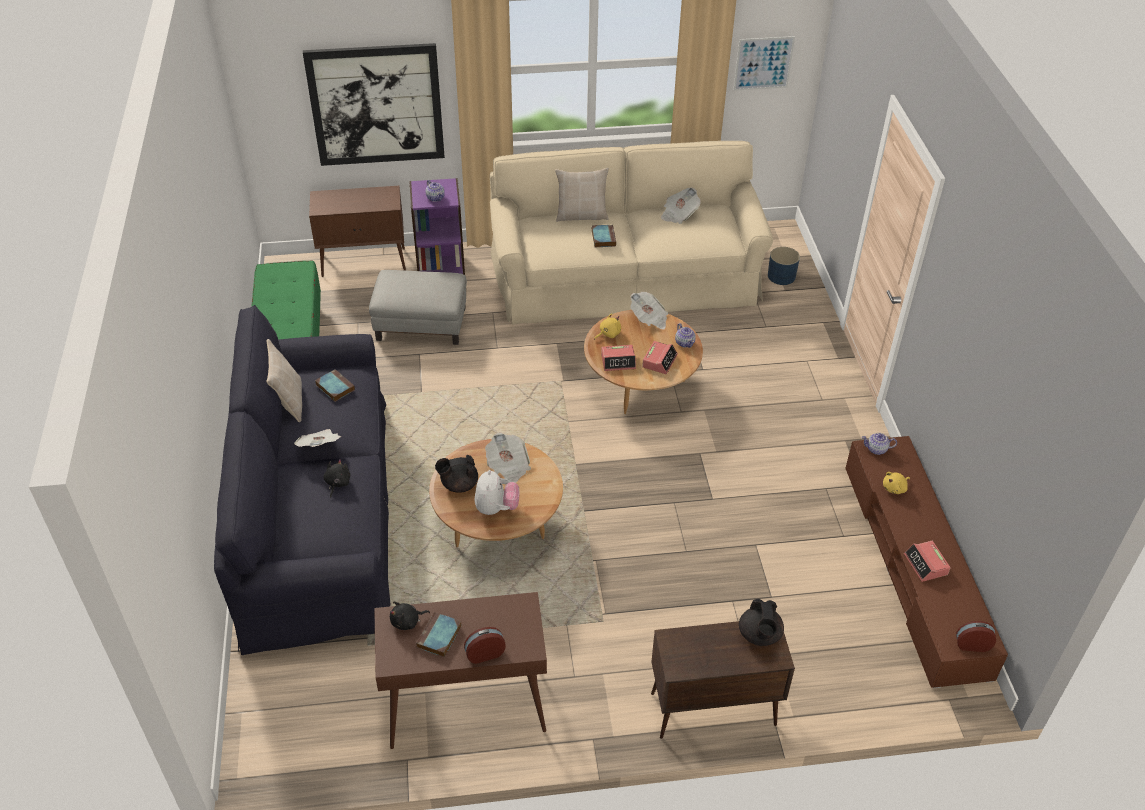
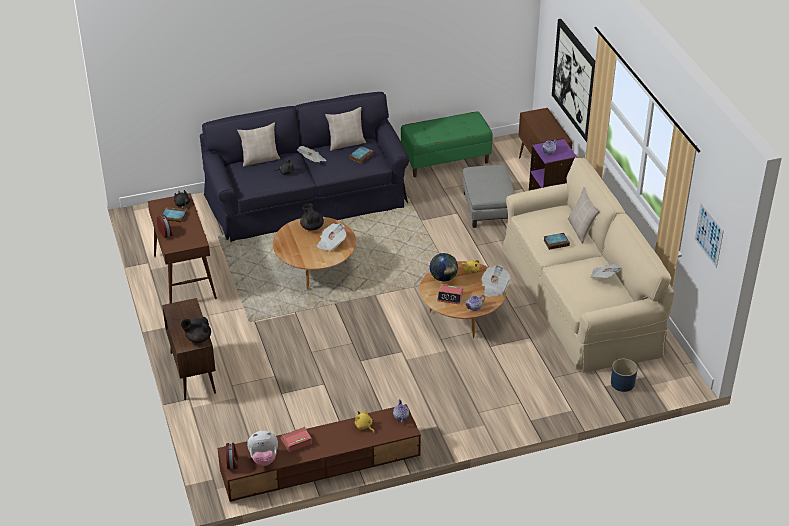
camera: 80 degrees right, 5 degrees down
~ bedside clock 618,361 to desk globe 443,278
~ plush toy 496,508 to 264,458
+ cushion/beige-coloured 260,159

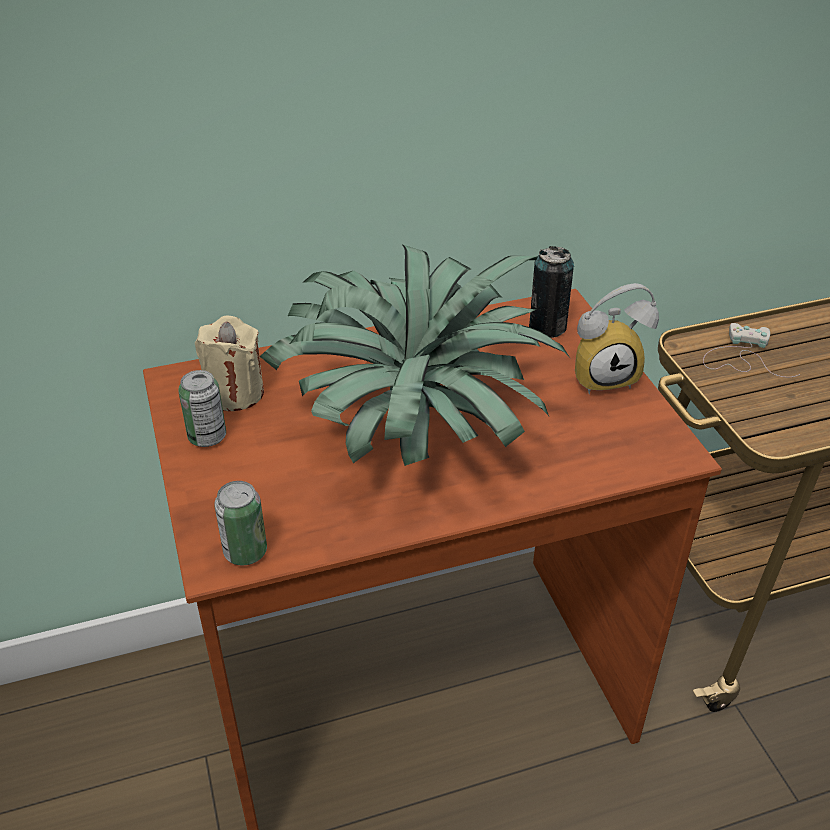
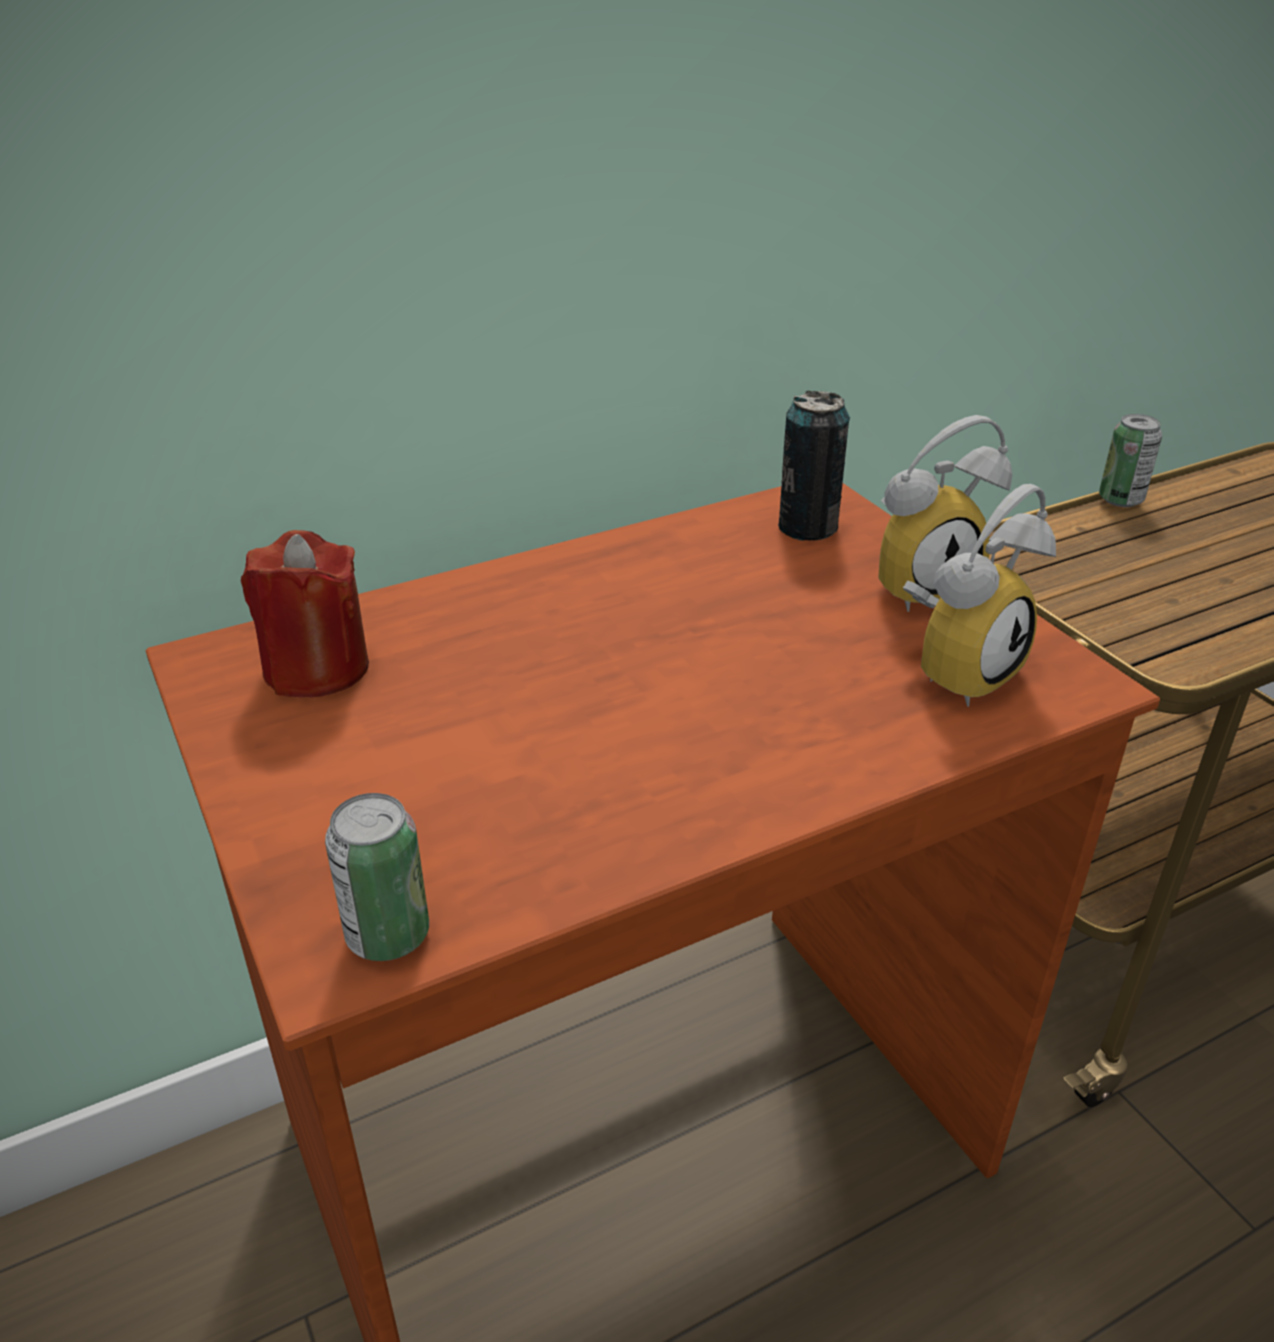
camera: 10 degrees left, 5 degrees down
- potted plant 419,430
~ wax light/beige-coloured 234,393 to wax light/red 317,668
- game controller/white 741,356
~ sealed can 207,437 to 1120,499
+ bedside clock 958,669

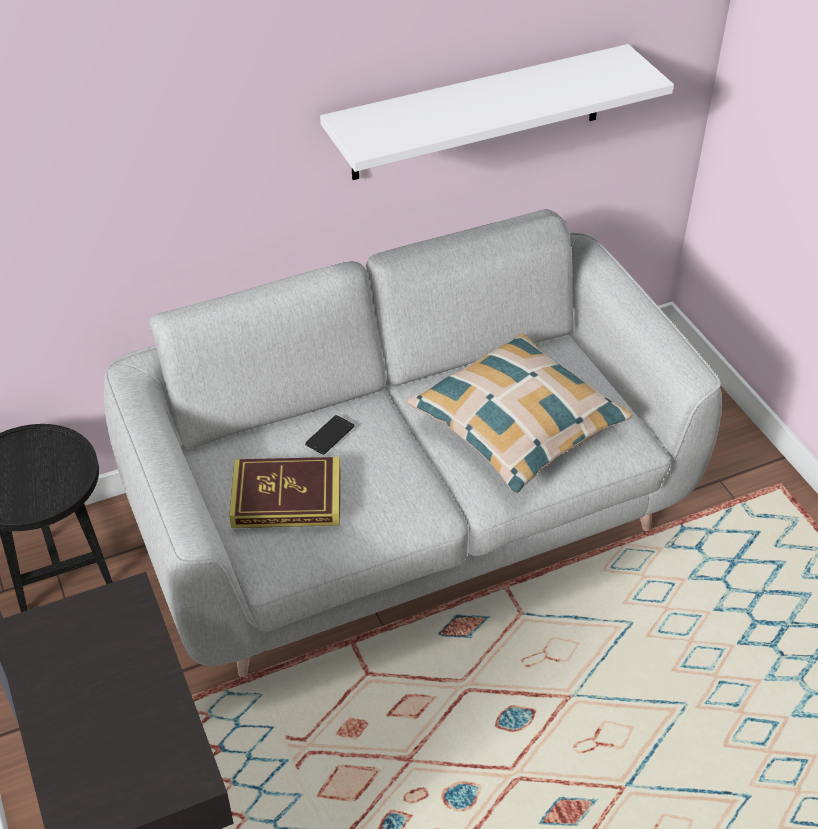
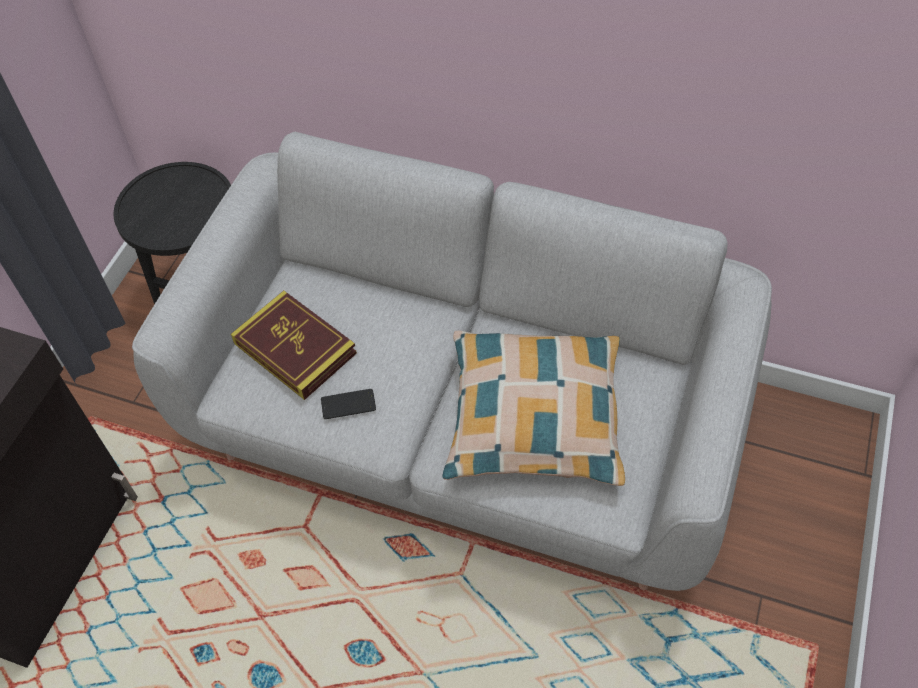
camera: 45 degrees right, 10 degrees up
- bracket shelf/white 478,113
~ telephone 330,435 to 348,404

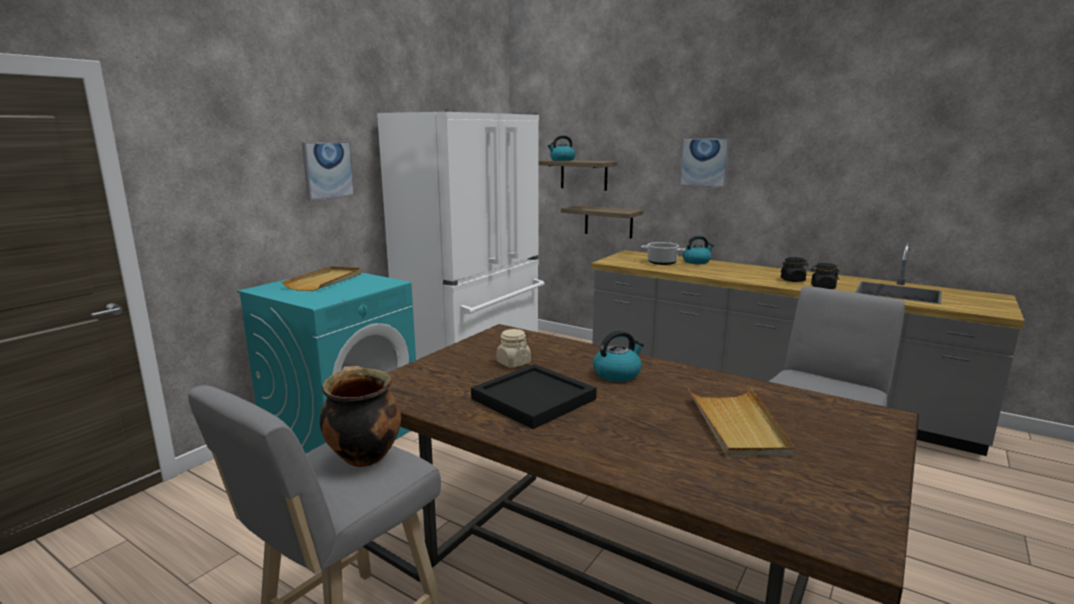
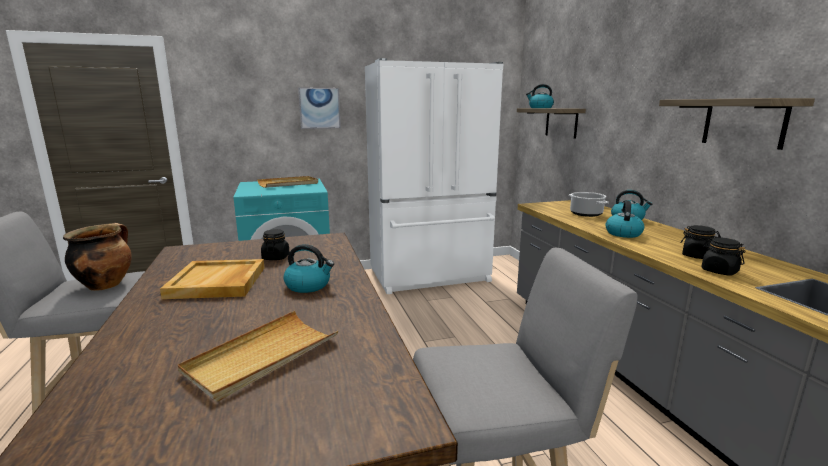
camera: 40 degrees right, 0 degrees up
- picture 704,162
~ bracket shelf 608,221 to 743,122
~ preserve jar/beige-coloured 513,363 to preserve jar/blackish 276,257
~ carrying tray/blackish 535,399 to carrying tray/beige-coloured 218,282
+ tea kettle 623,233

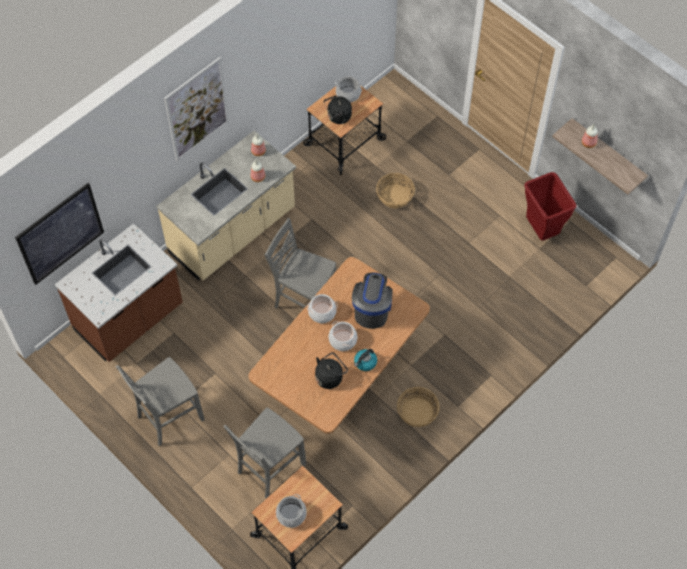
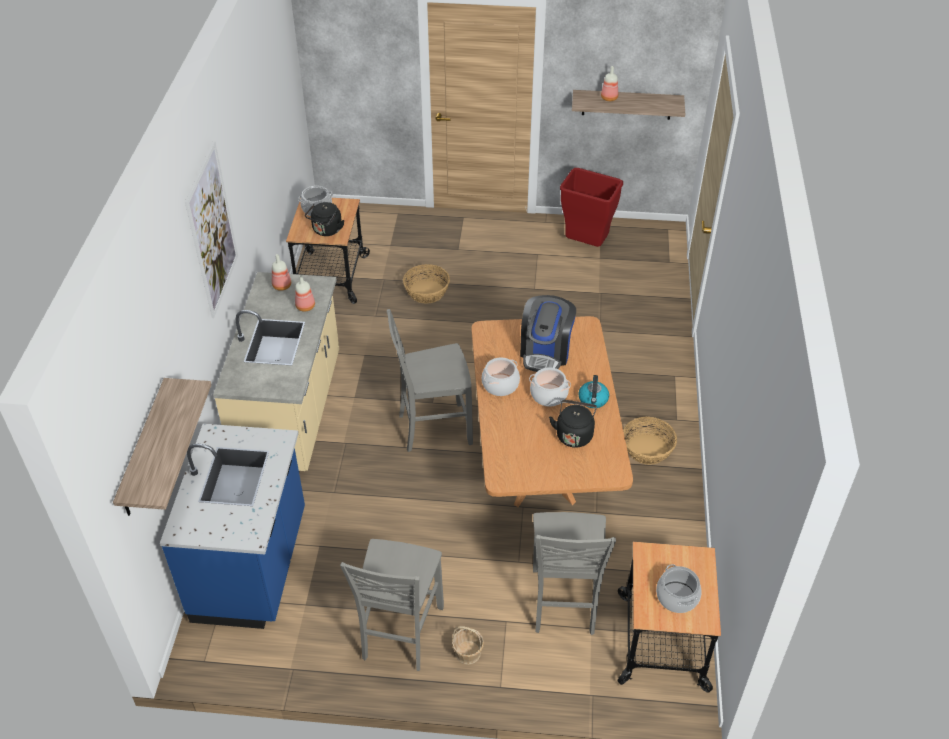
camera: 40 degrees left, 15 degrees down
~ picture 60,233 to bracket shelf 144,450
~ kitchen counter/brownish 129,319 to kitchen counter/bluish 252,566
~ coffee brewer 372,309 = 545,352 135 degrees counterclockwise
+ basket 468,653

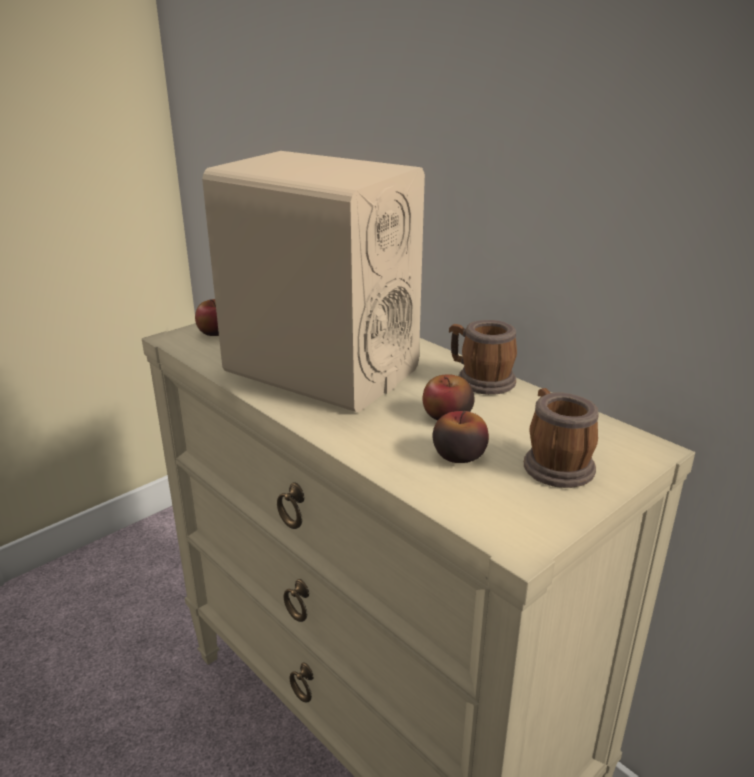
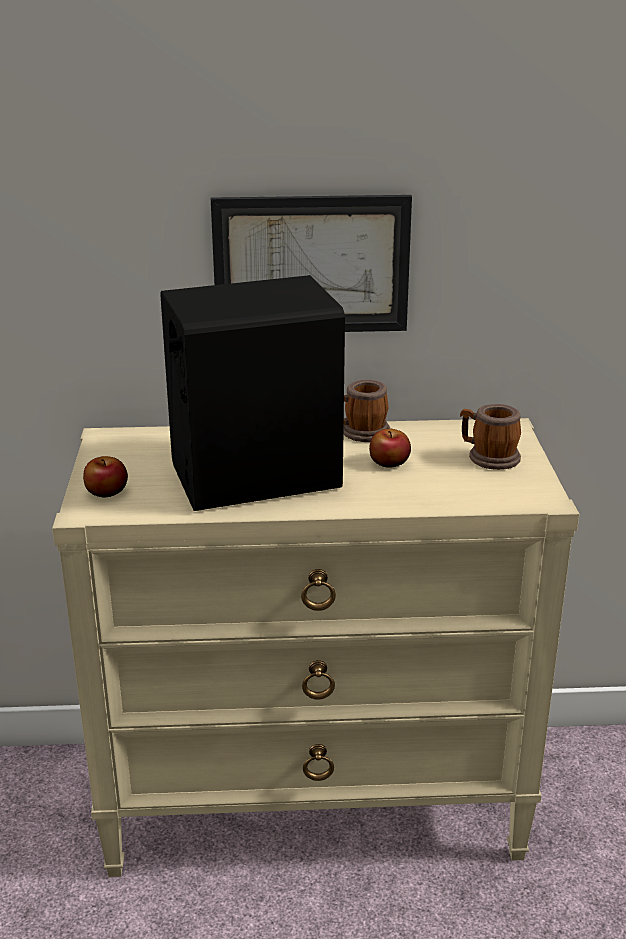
camera: 50 degrees left, 0 degrees up
~ speaker/beige-coloured 320,370 to speaker/blackish 254,477
- apple 459,455
+ picture 311,265

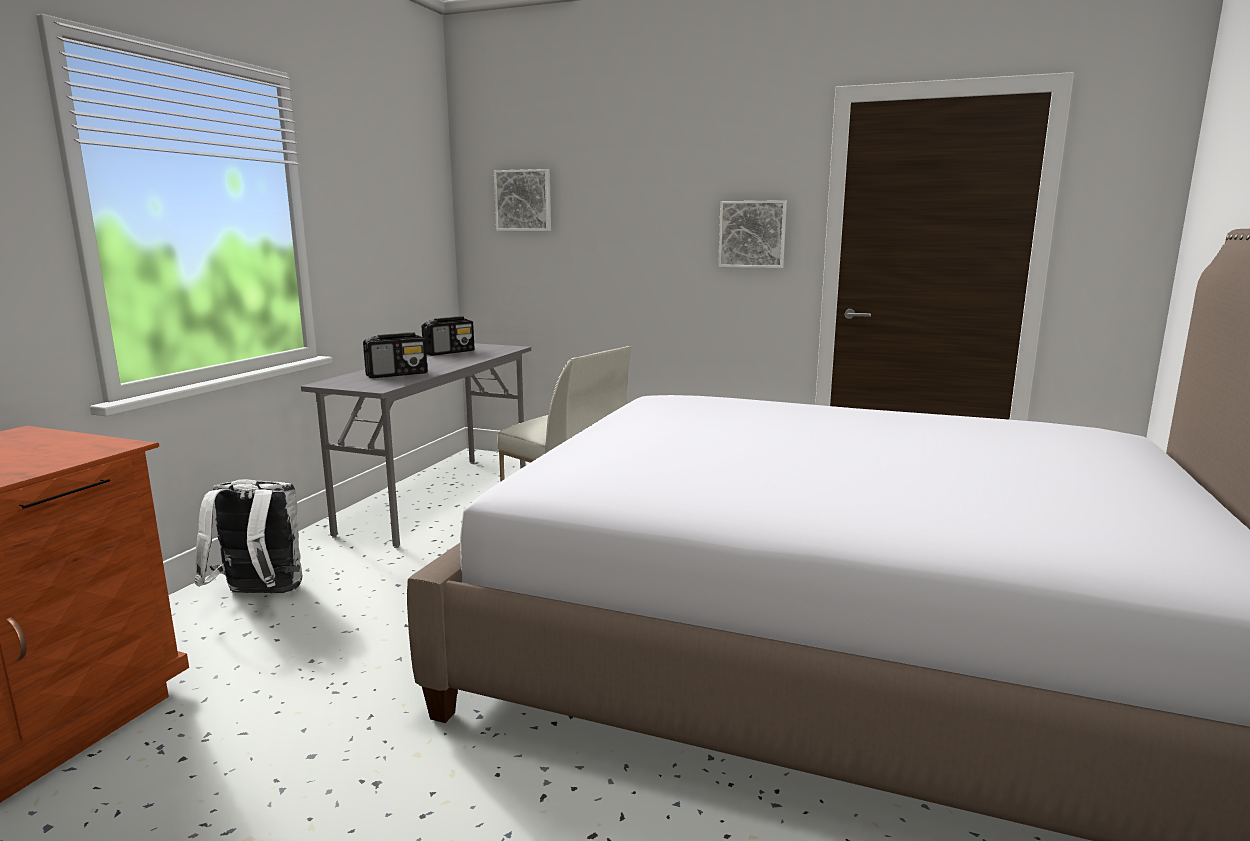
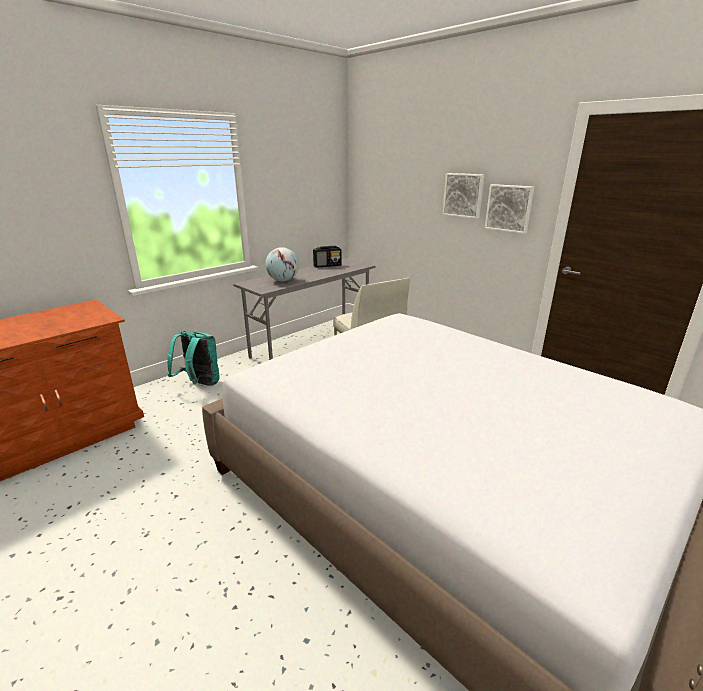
camera: 25 degrees right, 10 degrees up
~ picture 524,200 to 463,195
~ radio set 397,374 to desk globe 283,280
~ rucksack/white 259,595 to rucksack/blue-green 199,384

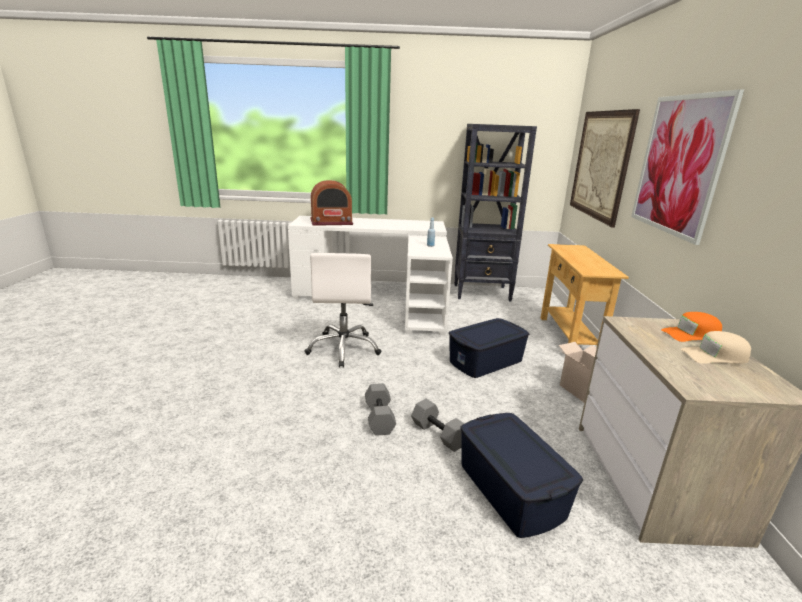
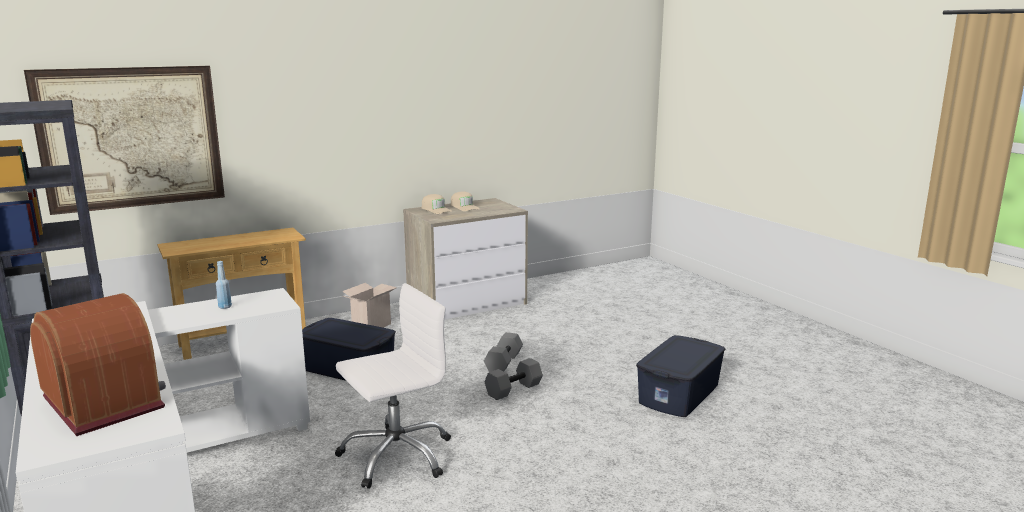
camera: 120 degrees left, 5 degrees down
- picture 678,165
~ baseball cap/orange-coloured 691,334 to baseball cap/beige-coloured 436,210
~ storage container/bluish 510,490 to 679,394

